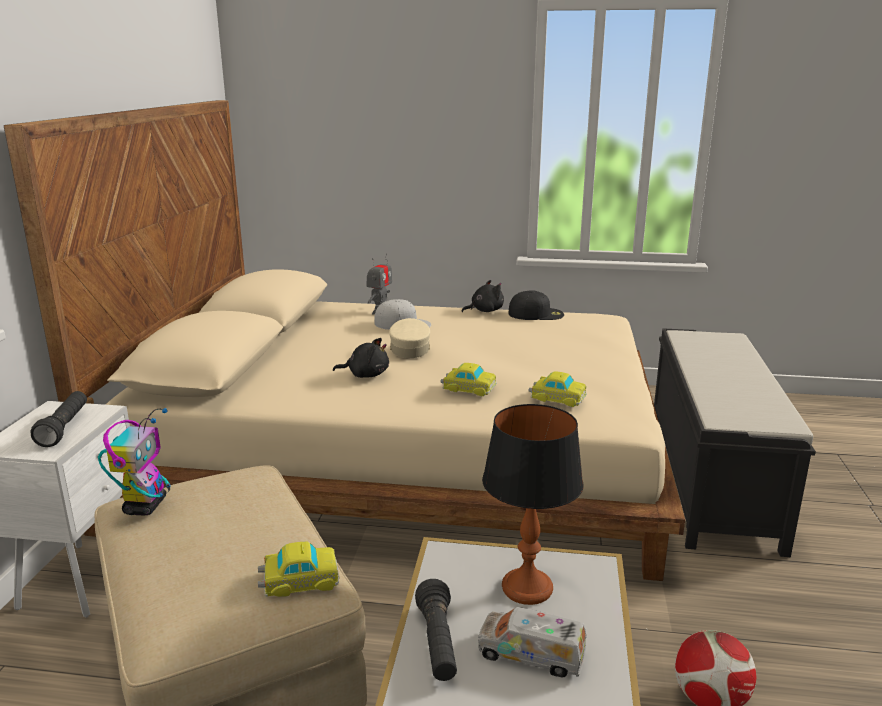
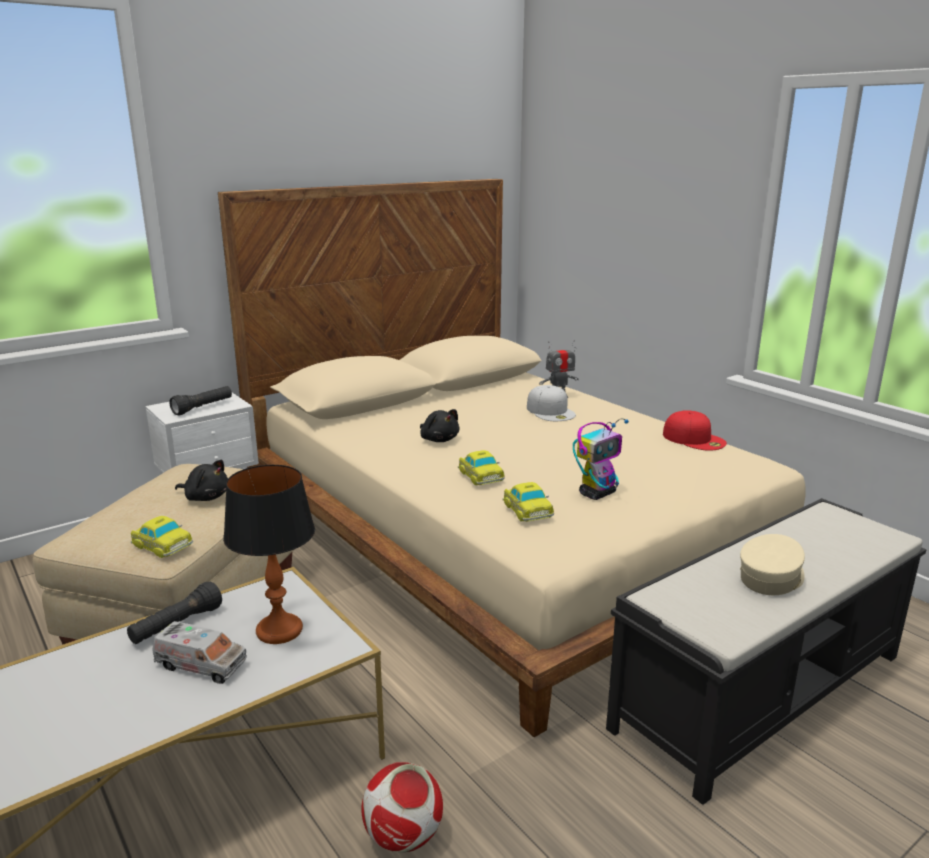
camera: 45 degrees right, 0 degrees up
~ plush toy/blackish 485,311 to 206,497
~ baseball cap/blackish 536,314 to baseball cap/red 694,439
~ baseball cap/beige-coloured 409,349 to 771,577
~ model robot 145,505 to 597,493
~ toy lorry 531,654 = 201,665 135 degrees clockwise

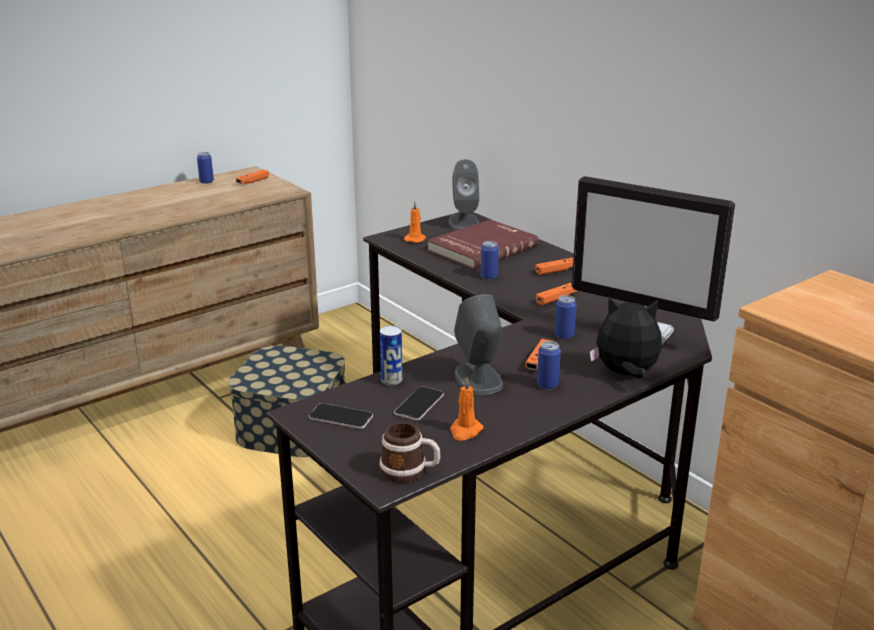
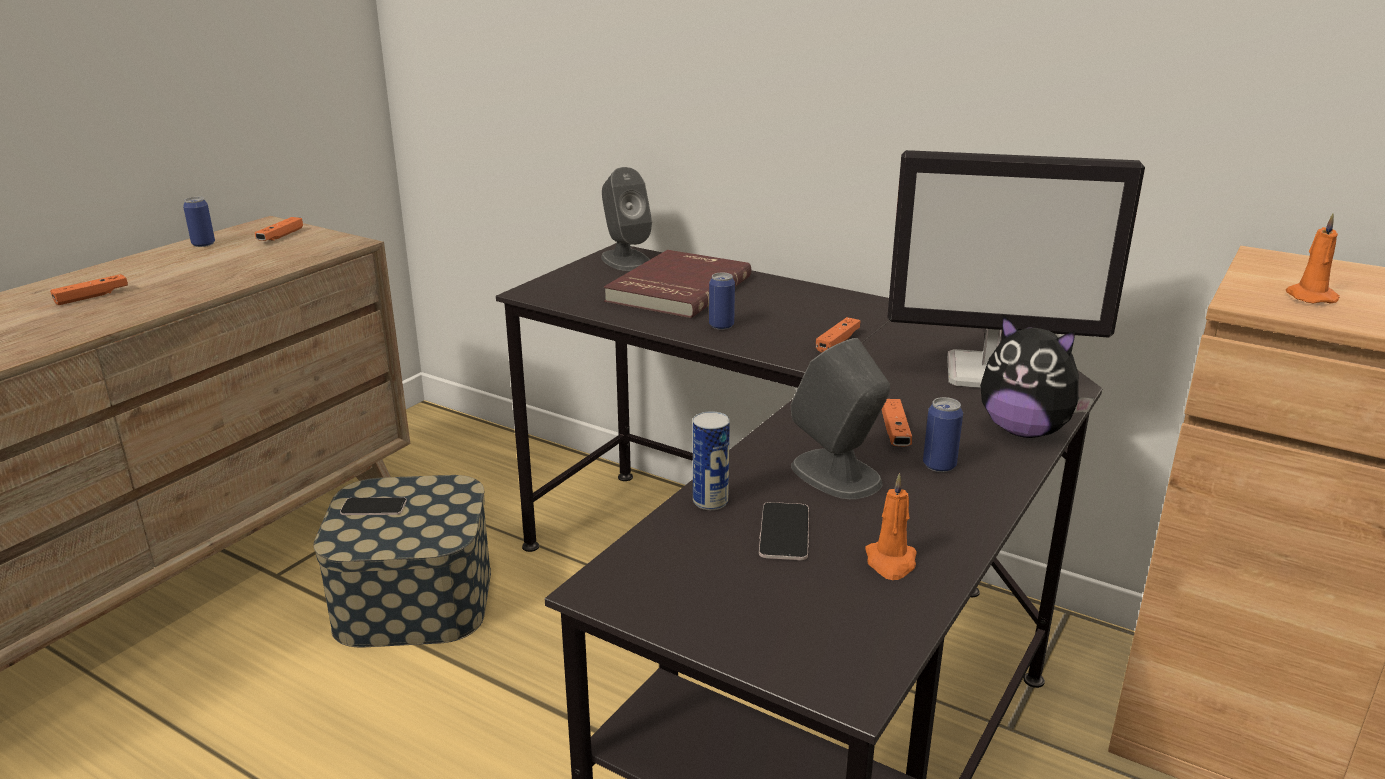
camera: 20 degrees left, 0 degrees up
~ wax light/orange-coloured 415,239 to 1309,296
~ game controller/orange-coloured 556,271 to 92,296
- sealed can 564,335
~ plush toy 625,374 = 1025,431 135 degrees counterclockwise
~ telephone 341,417 to 373,507
- coffee mug 410,471

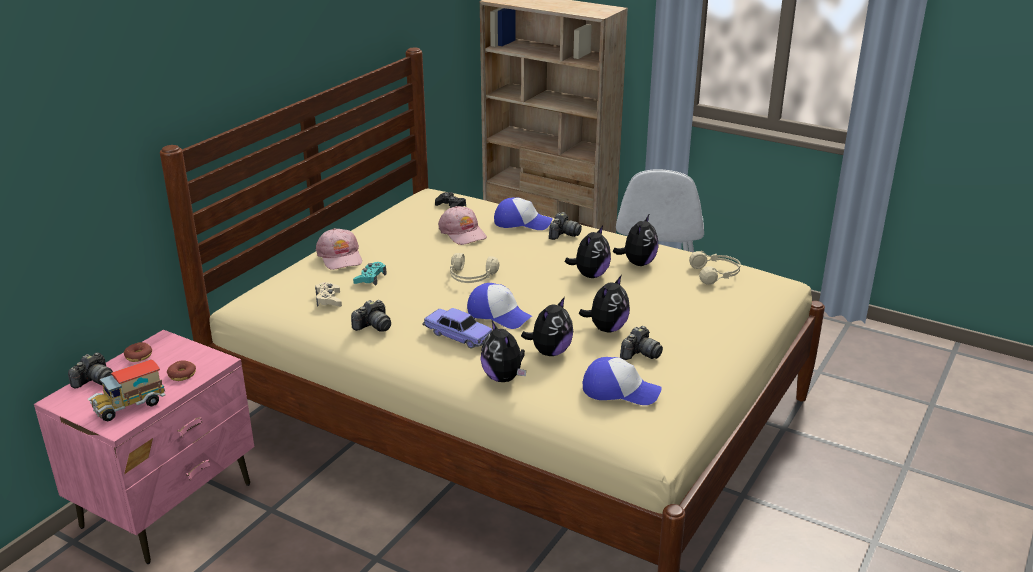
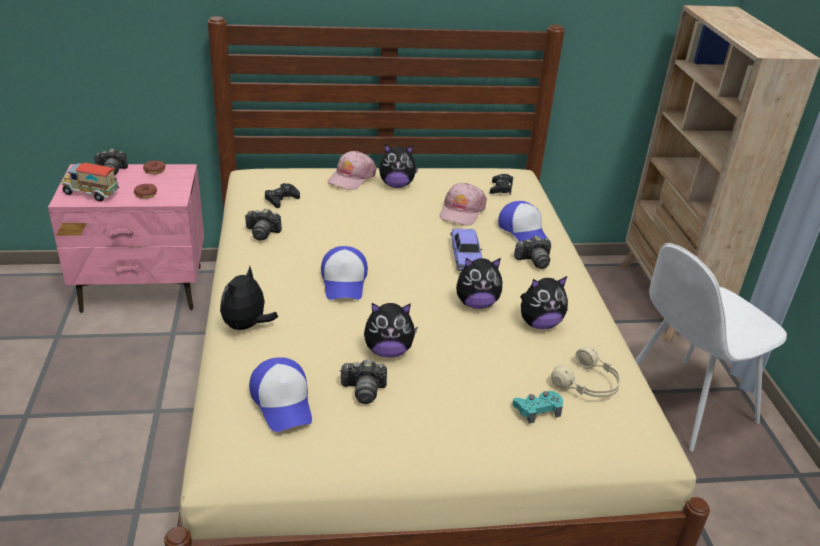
camera: 50 degrees right, 5 degrees up
- headphones/beige-coloured 471,277
~ game controller/blue-green 370,278 to 537,410
~ game controller/beige-coloured 328,299 to game controller/blackish 281,199
~ plush toy 550,352 to 396,185
~ toy car 458,335 to 466,257

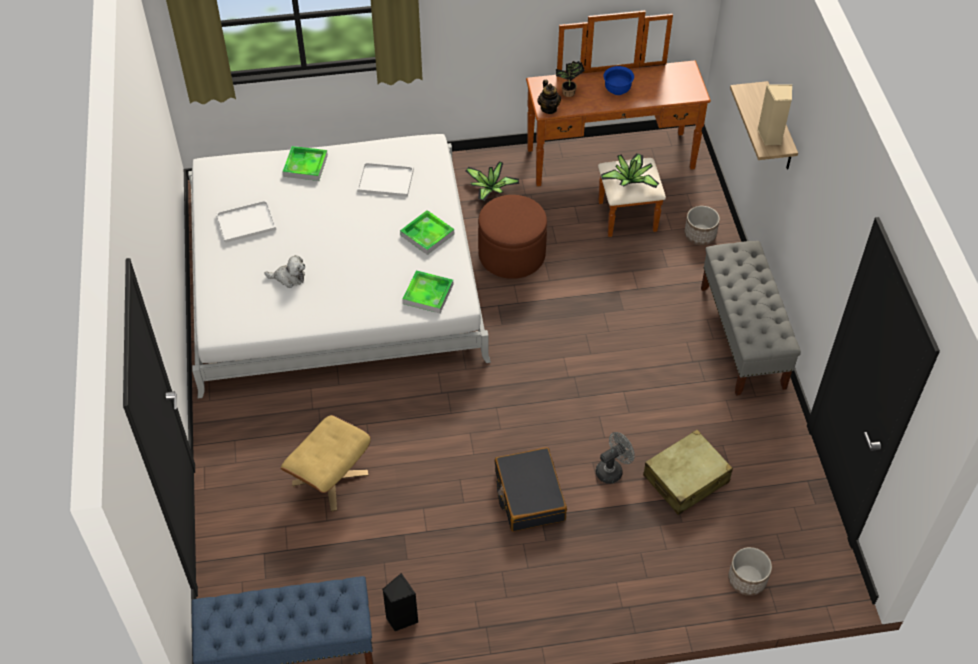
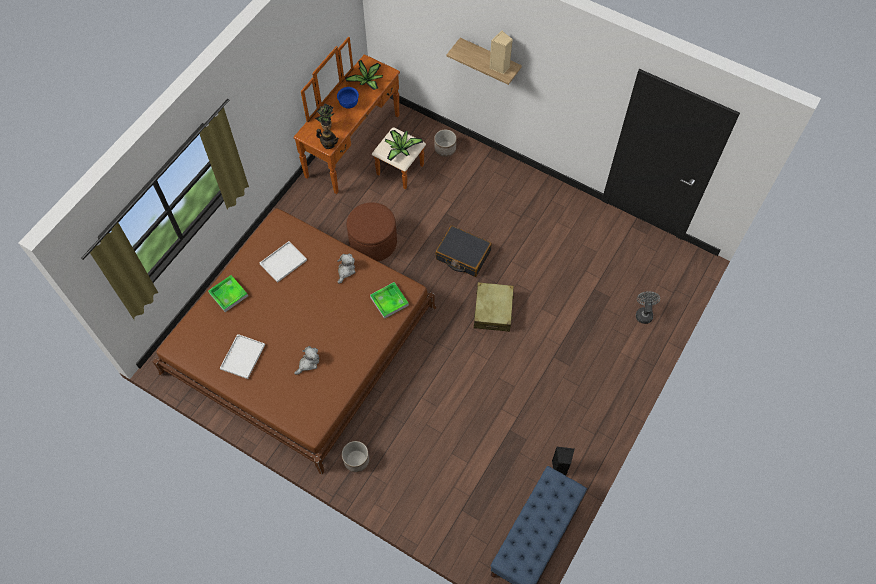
camera: 50 degrees left, 10 degrees up
~ bed/white 334,275 to bed/brownish 300,340
~ potted plant 490,189 to 367,81
~ carrying tray 427,234 to plush toy 346,271
- indoor bench/grey 742,337
- ottoman/beige-coloured 330,478
~ piece of luggage/beige-coloured 686,479 to 493,311
~ fan/grey 612,470 to 643,313
~ piece of luggage/blackish 529,496 to 463,255
~ planter 747,579 to 356,460

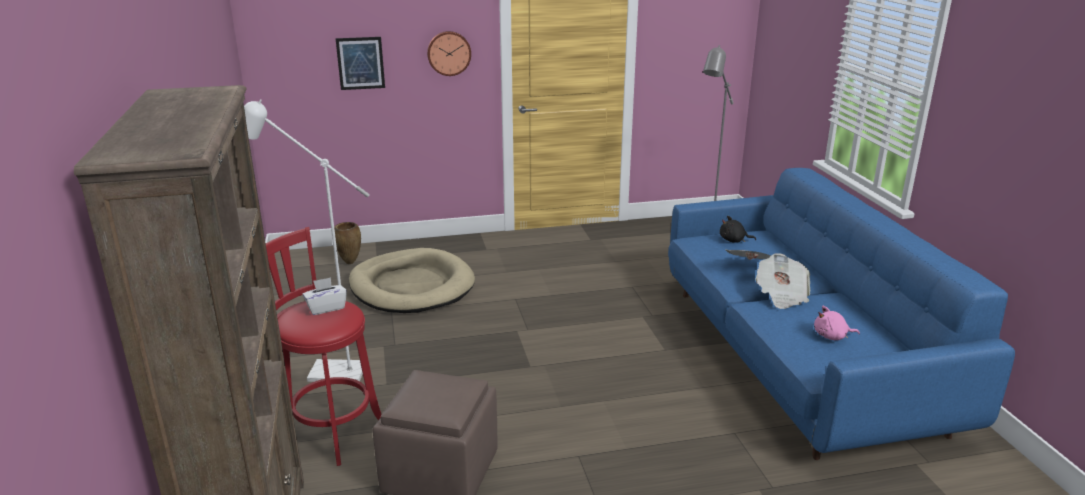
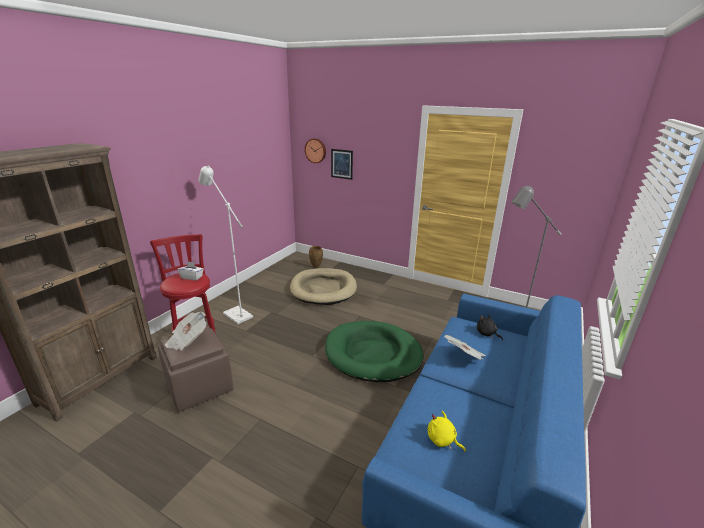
camera: 40 degrees right, 0 degrees up
~ wall clock 449,53 to 315,150
~ printed paper 781,295 to 187,340
~ plush toy/pinkish 832,336 to plush toy/yellow 442,440
+ dog cushion/greenish 373,354

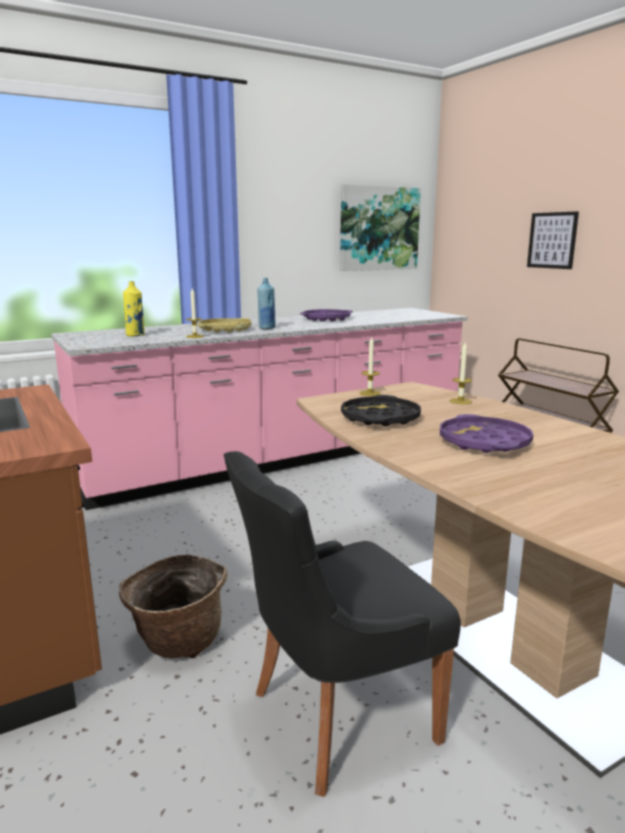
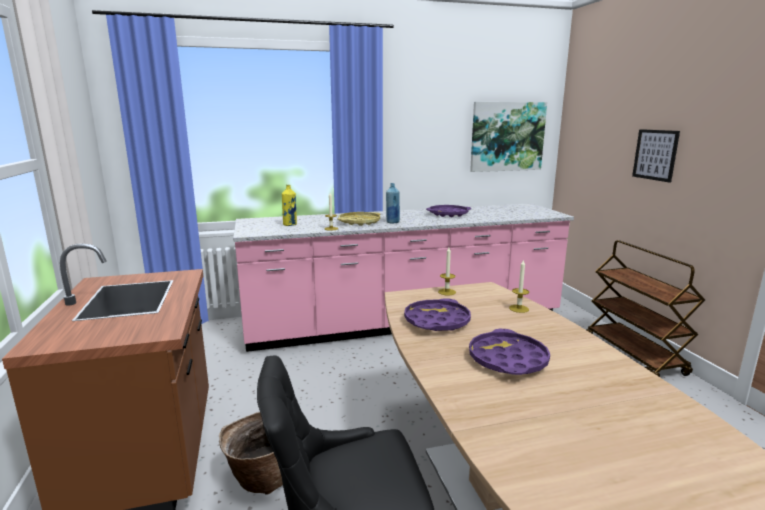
camera: 15 degrees right, 0 degrees up
~ carrying tray/blackish 380,418 to carrying tray/purplish 436,321

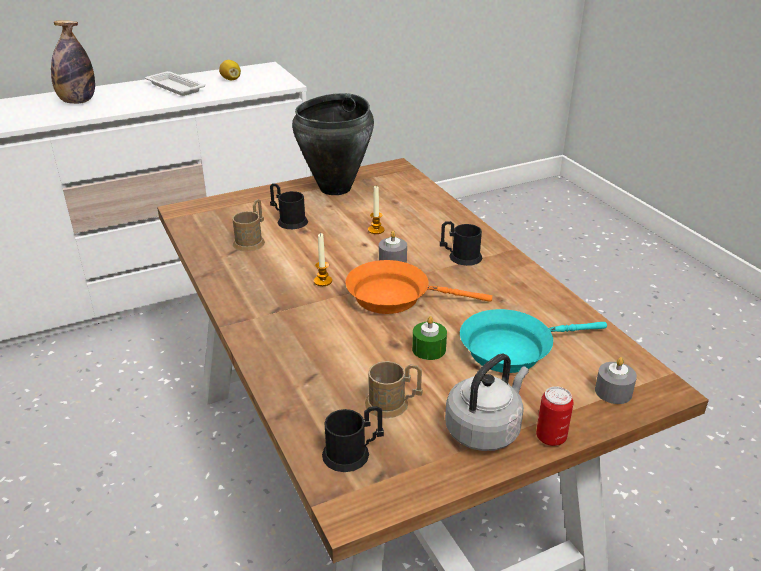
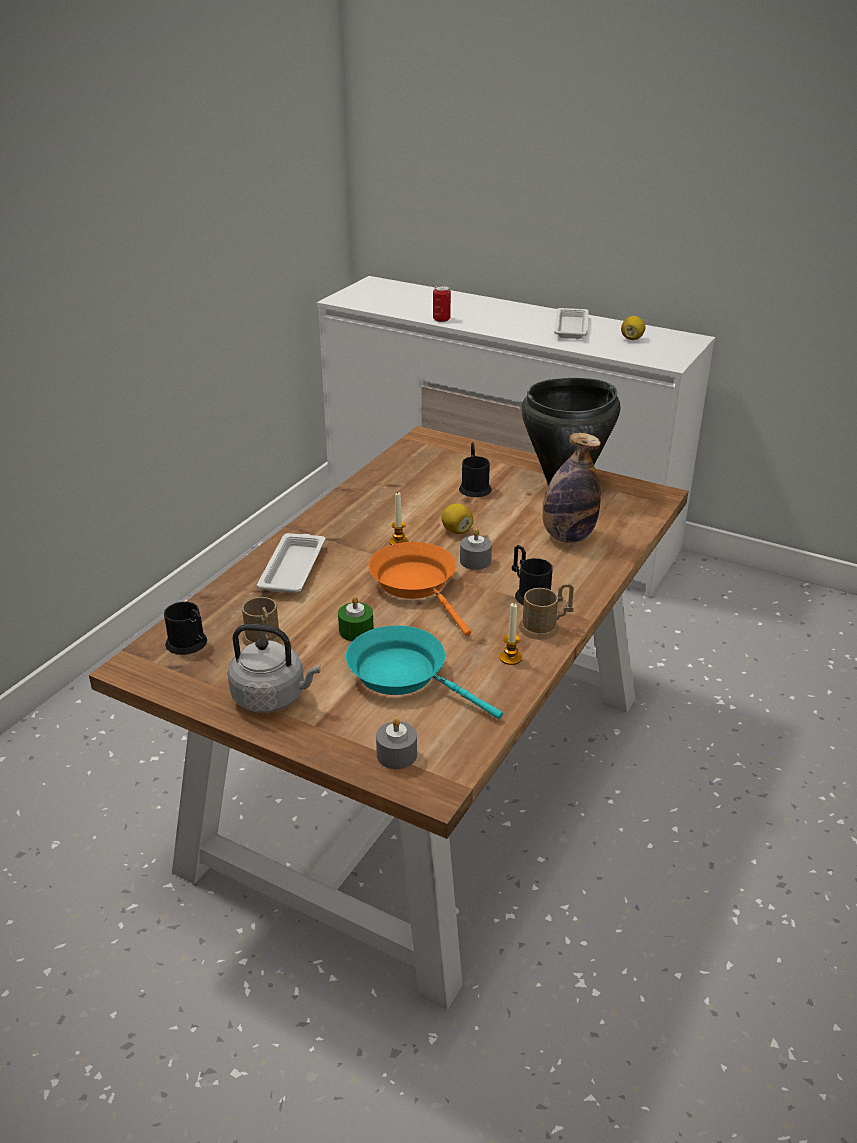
camera: 55 degrees right, 0 degrees up
~ bottle 78,102 to 567,536
~ wax light 376,230 to 510,658
~ coffee mug/brownish 251,241 to 545,627
~ sealed can 551,437 to 441,319
+ lemon 456,531
+ carrying tray/white 293,568

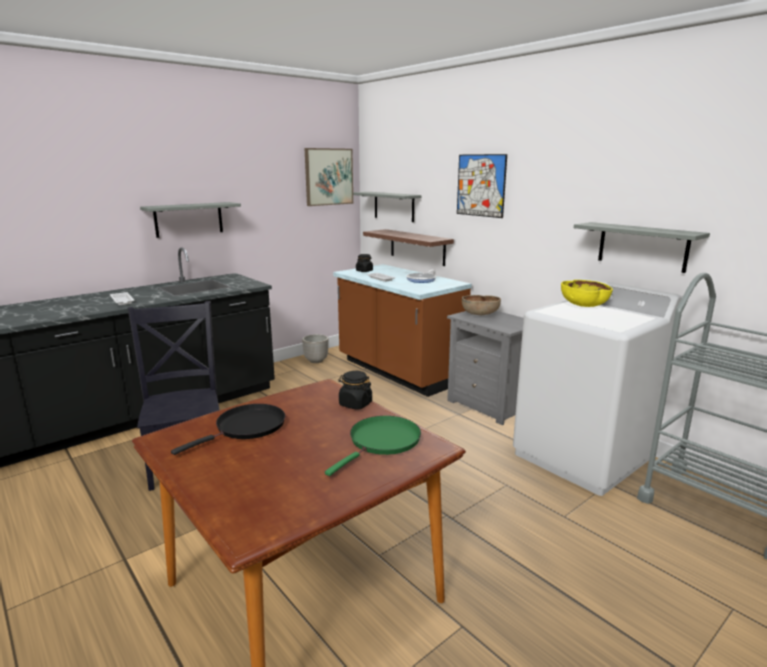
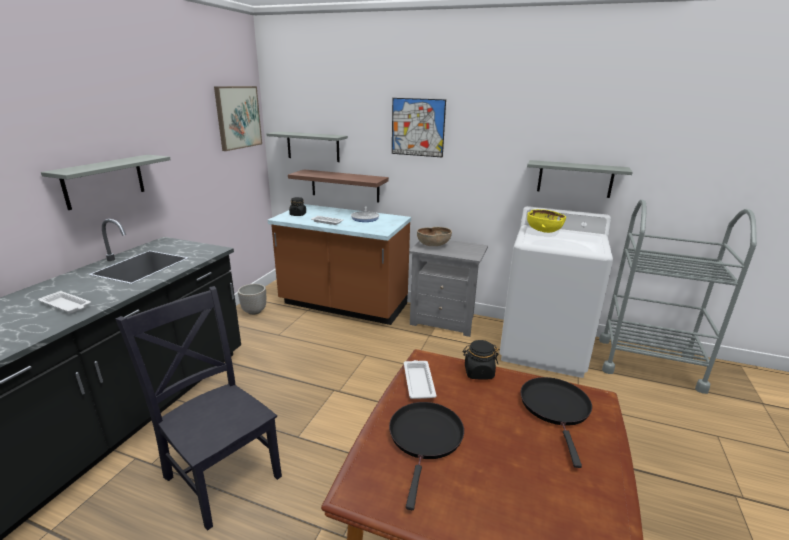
camera: 30 degrees left, 5 degrees up
~ skillet/greenish 382,442 to skillet/blackish 556,408
+ carrying tray/white 418,382

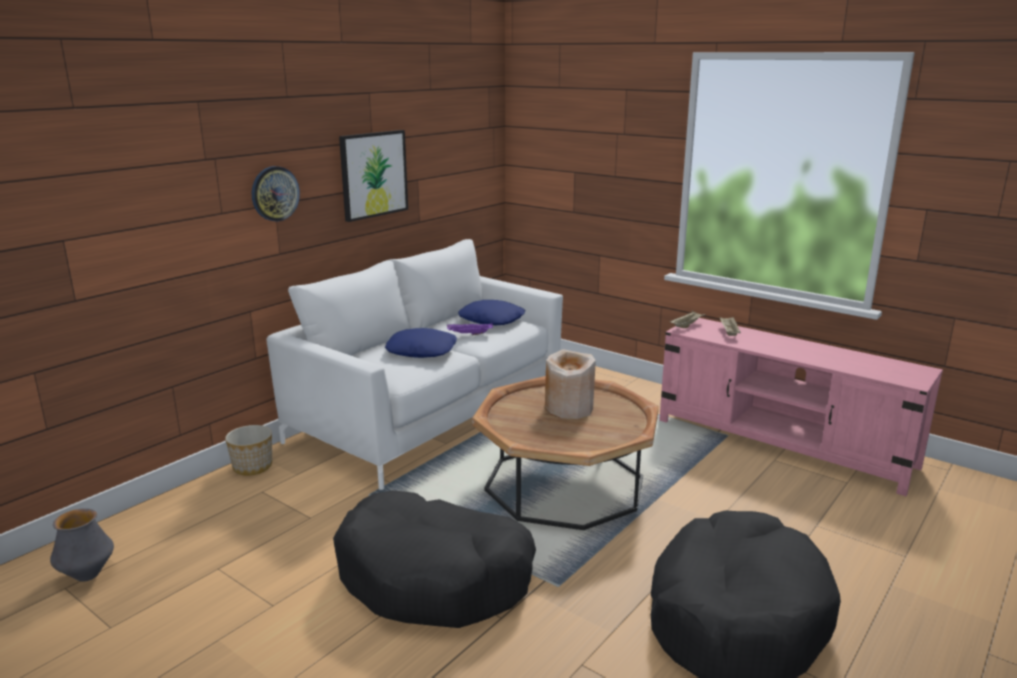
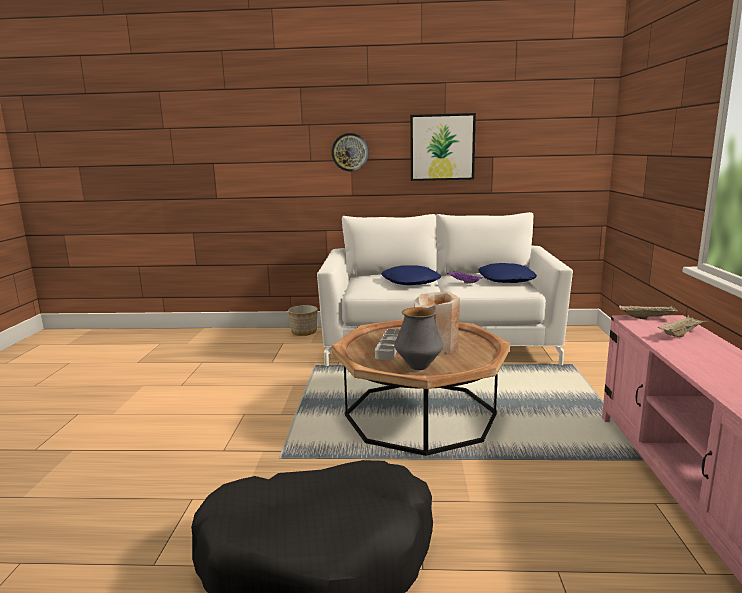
camera: 55 degrees right, 5 degrees down
- dog cushion/blackish 435,577
~ vase 87,575 to 418,367
+ carrying tray/grey 389,347

